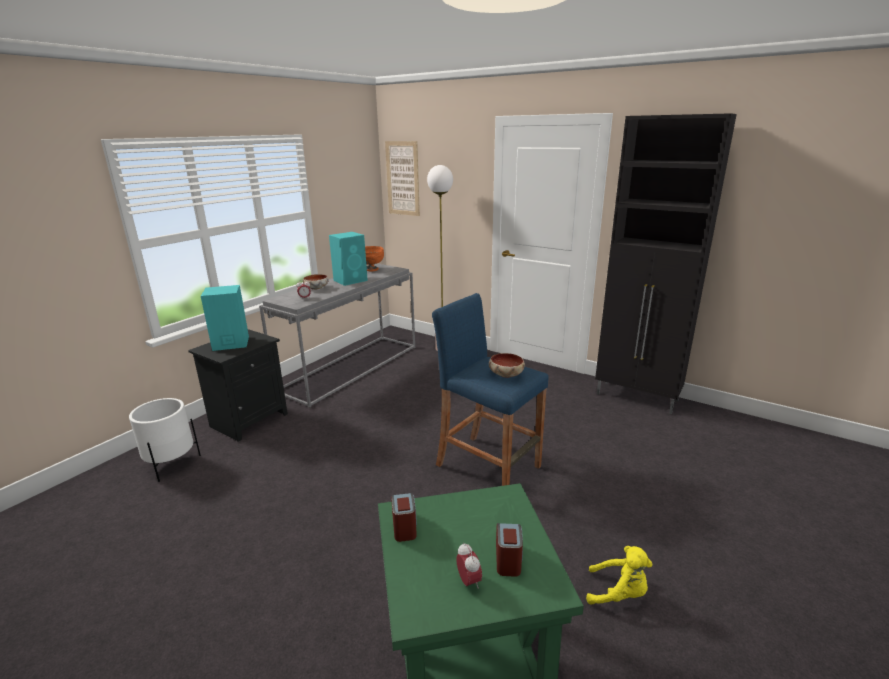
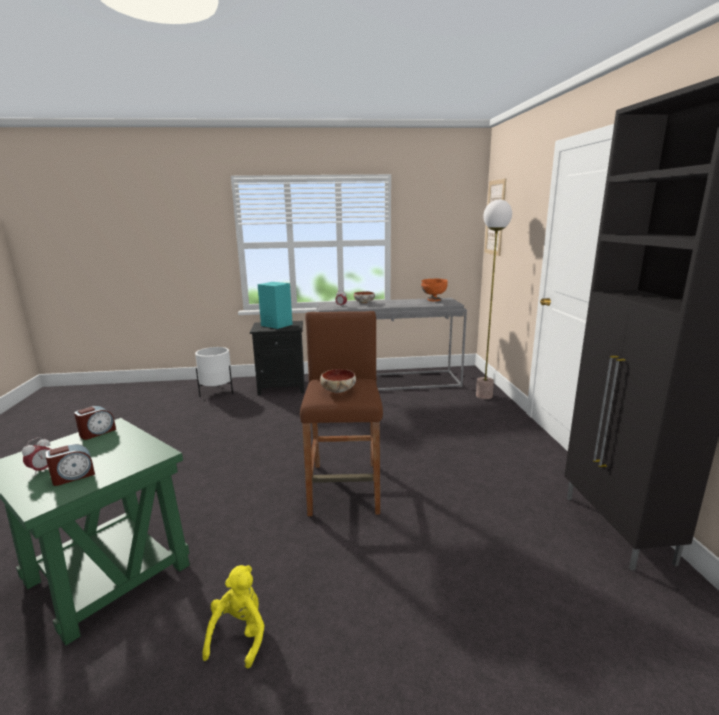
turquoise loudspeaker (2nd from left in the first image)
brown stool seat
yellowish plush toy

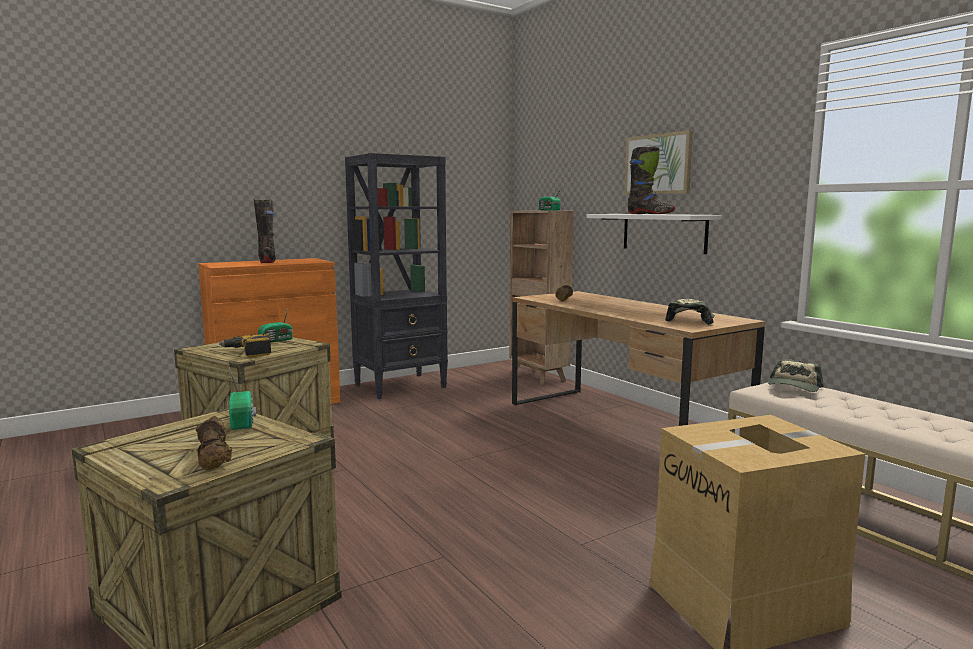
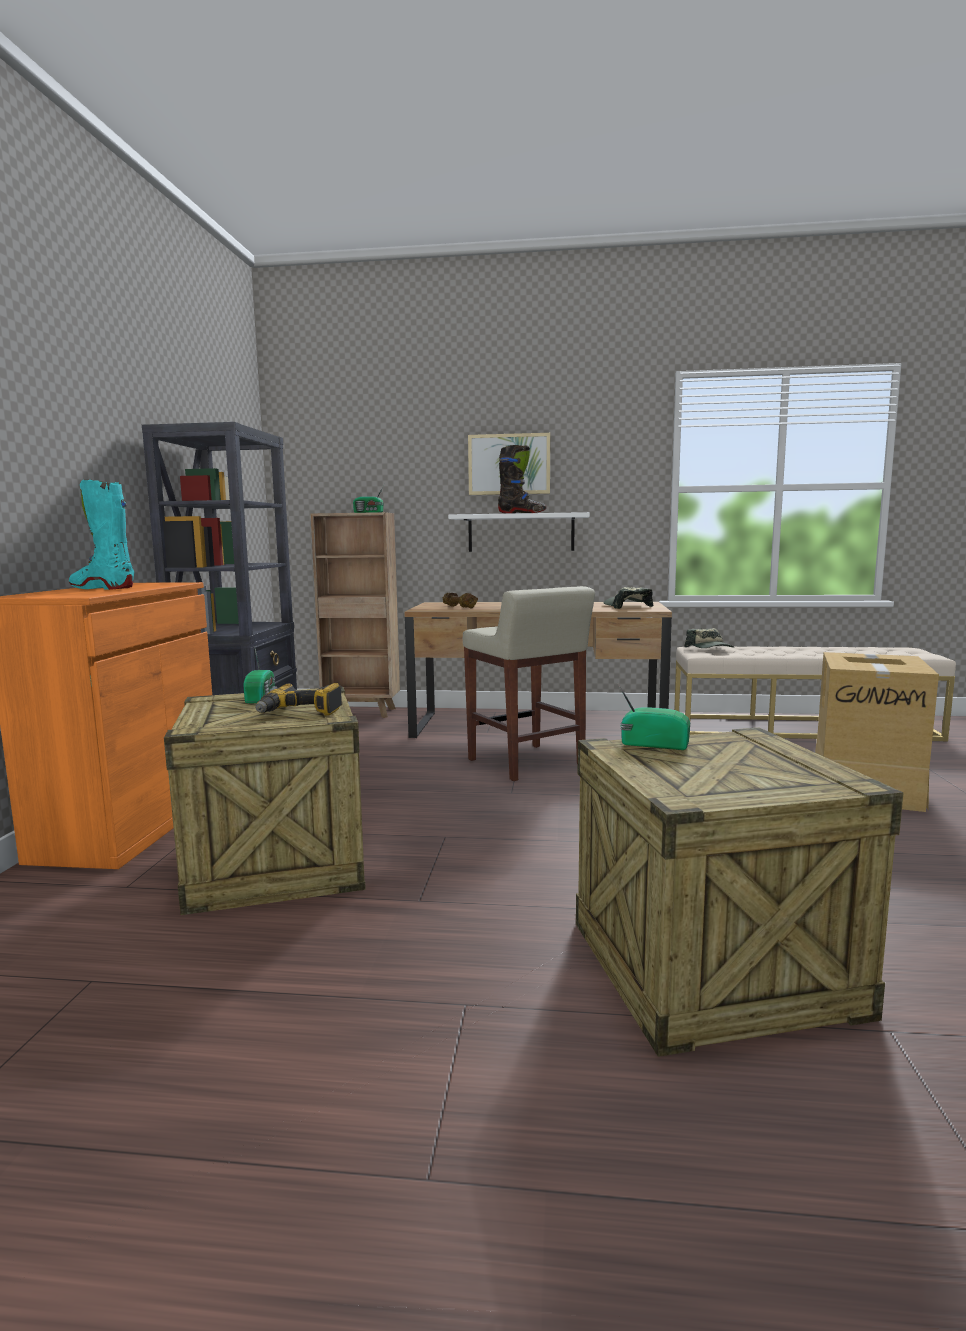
brown hand weight (1st from left in the first image)
turquoise high-top boot
beige stool seat

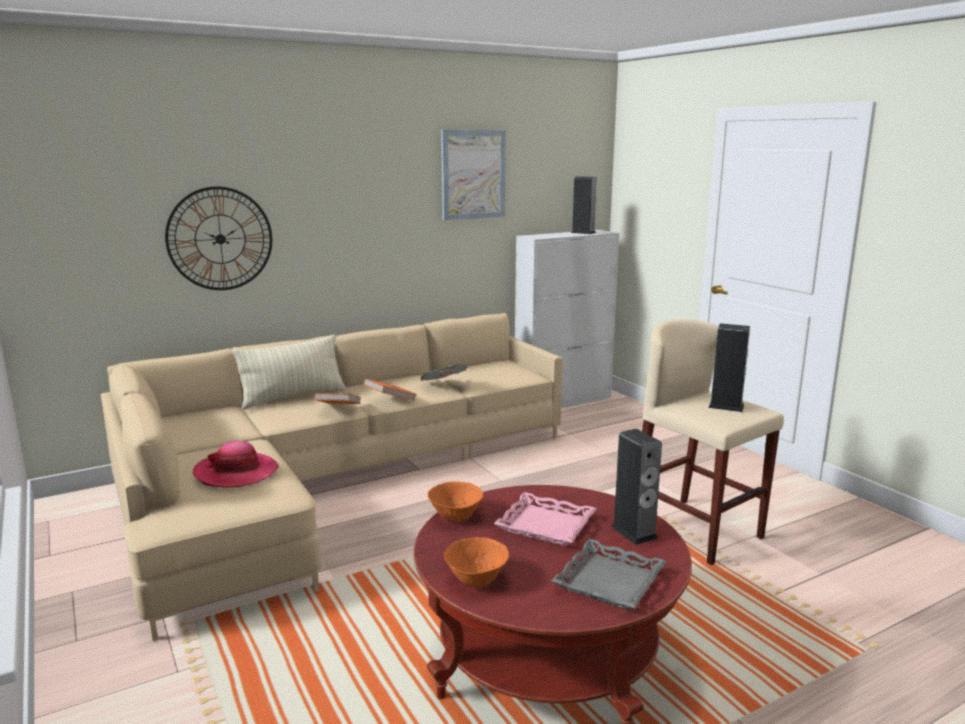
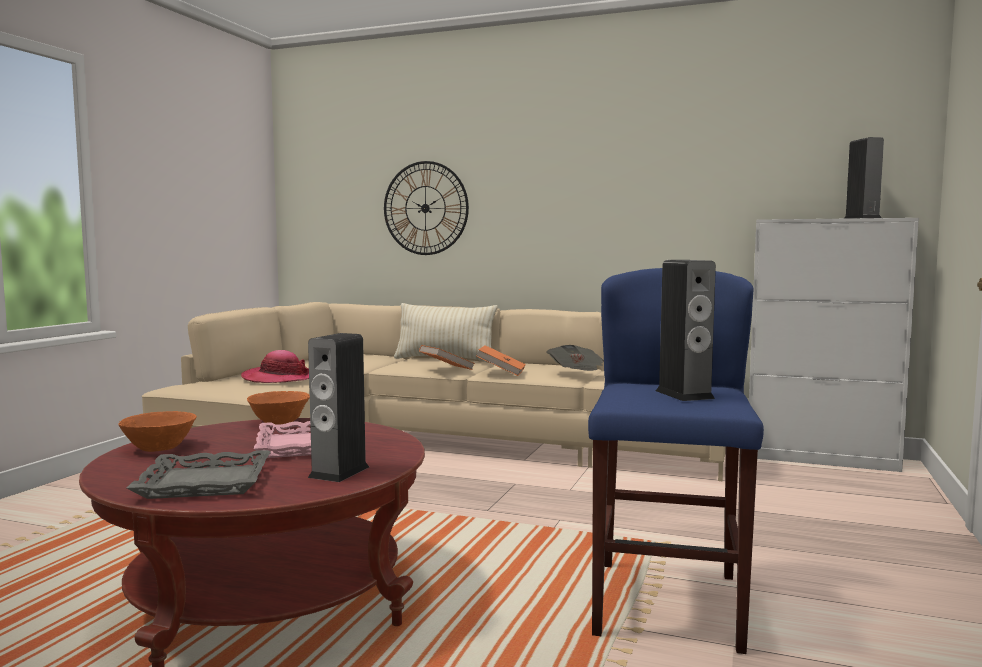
wall art
blue stool seat

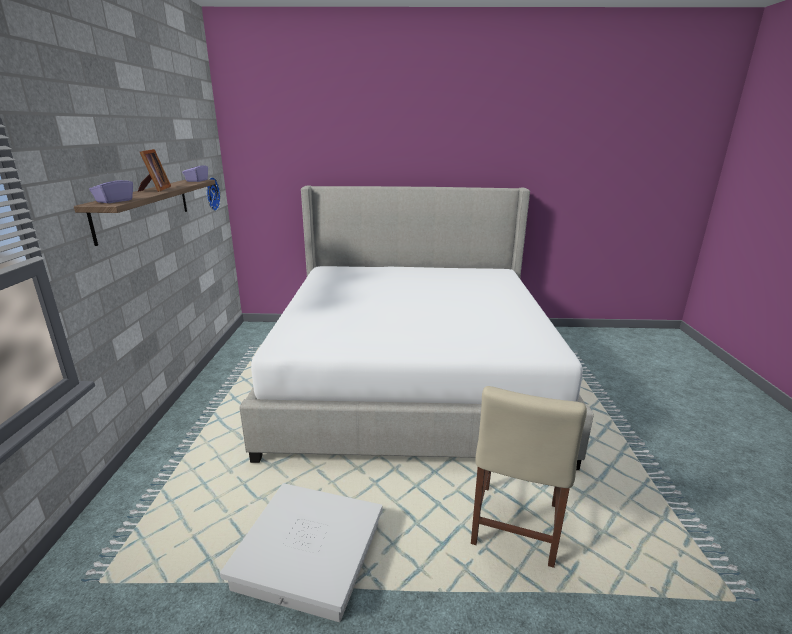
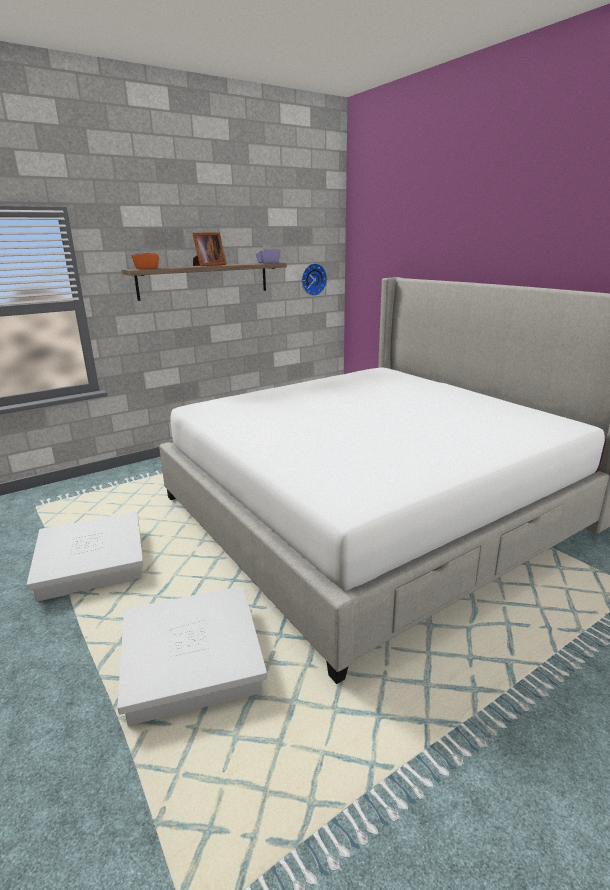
orangey tissue box
white storage box (2nd from left)

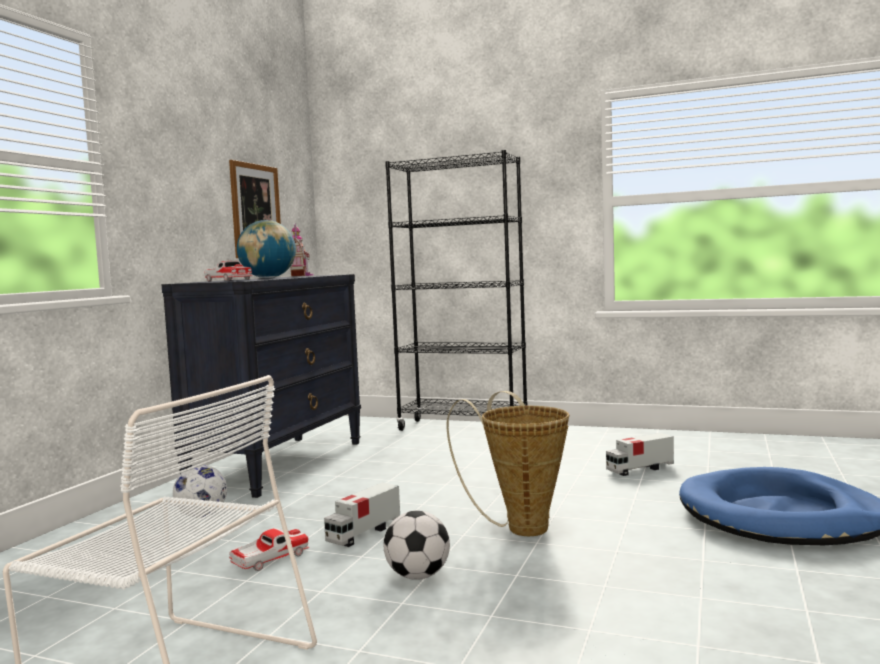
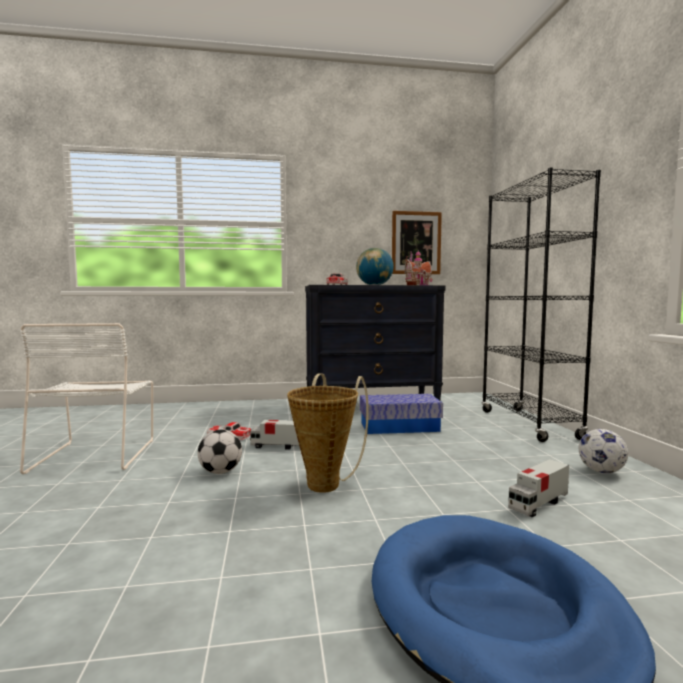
football (2nd from left)
model truck (2nd from left)
storage box

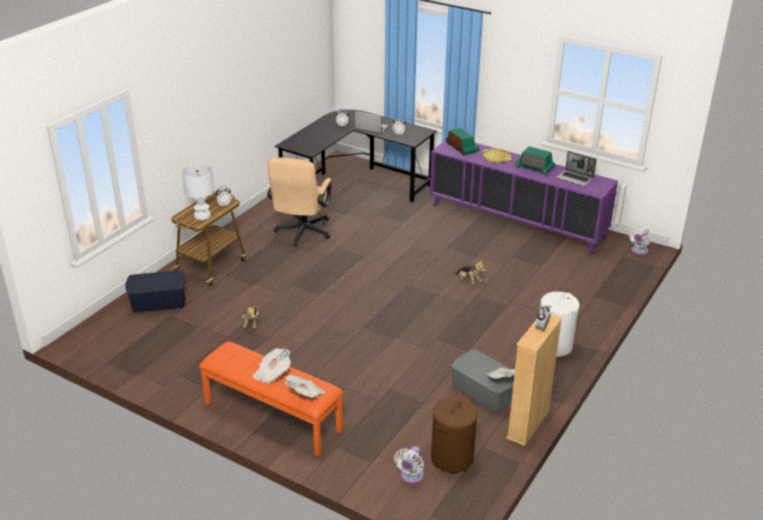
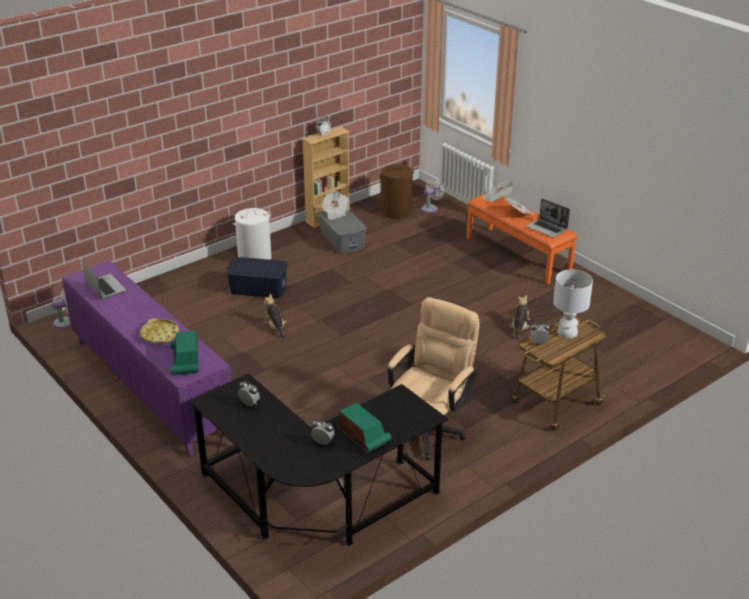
blue storage box
laptop (2nd from left)
radio (2nd from left)

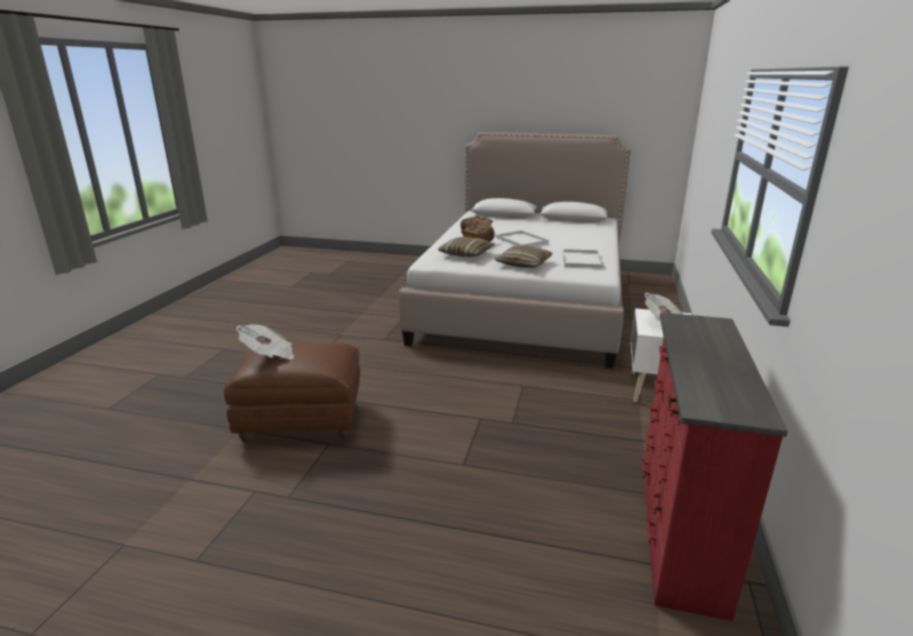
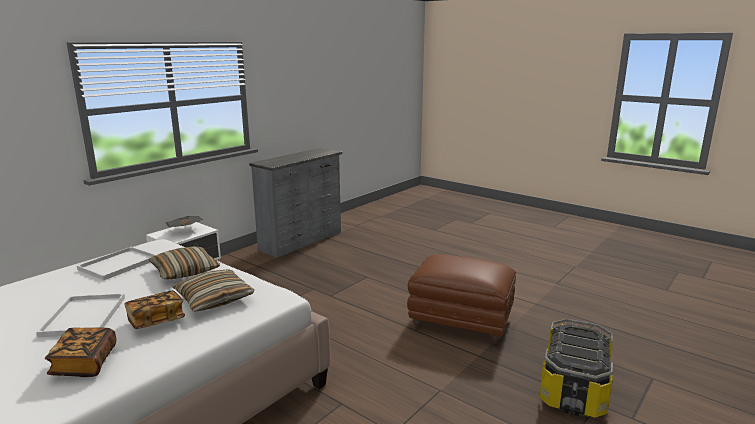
daily paper (1st from left in the first image)
gray chest of drawers
storage box

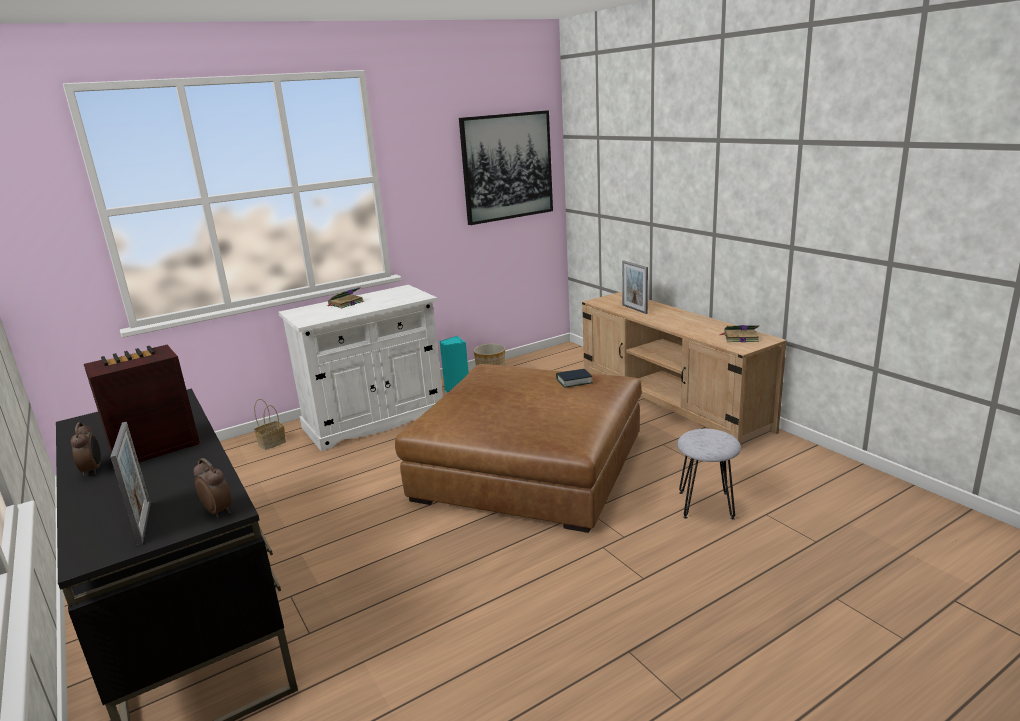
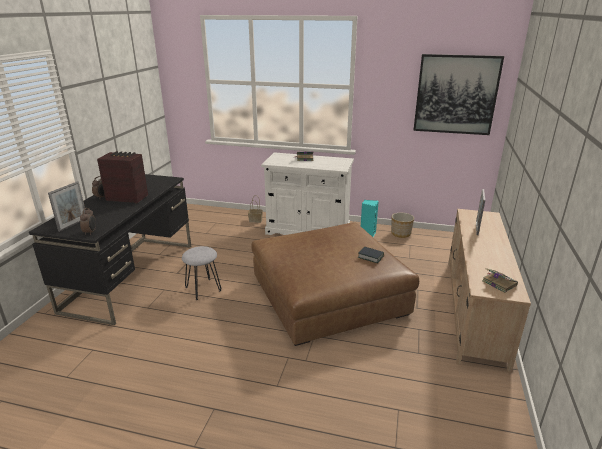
gray stool seat

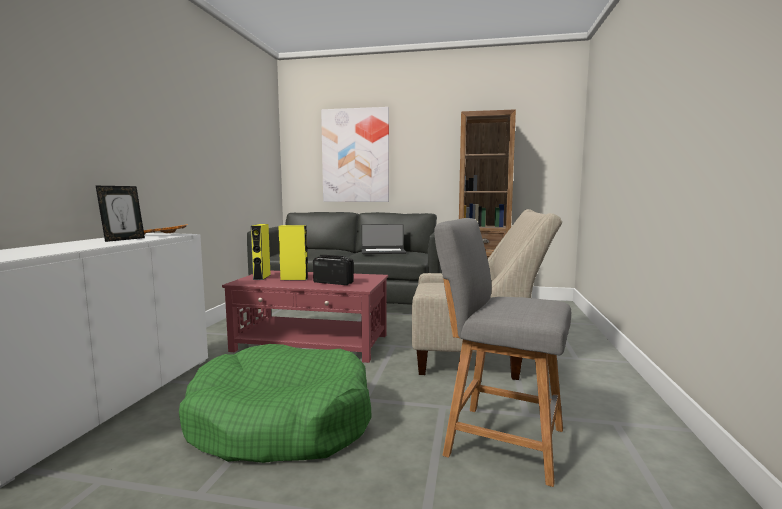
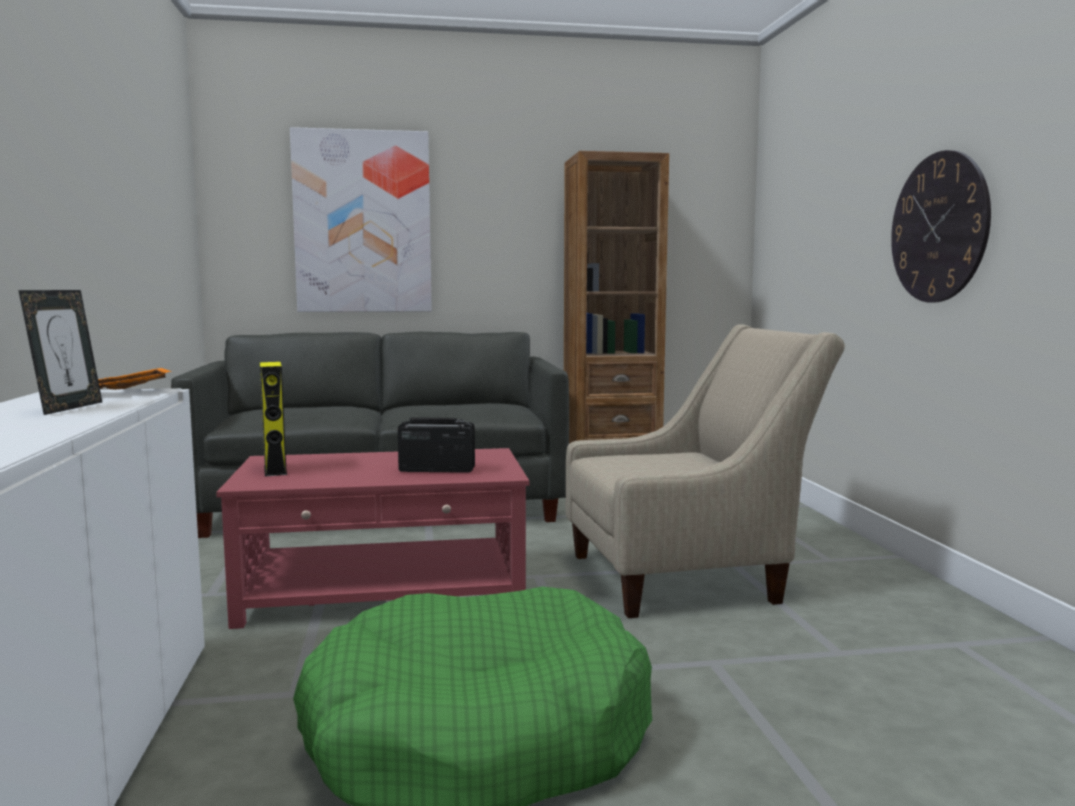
yellowish loudspeaker (2nd from left in the first image)
laptop
gray stool seat
wall clock

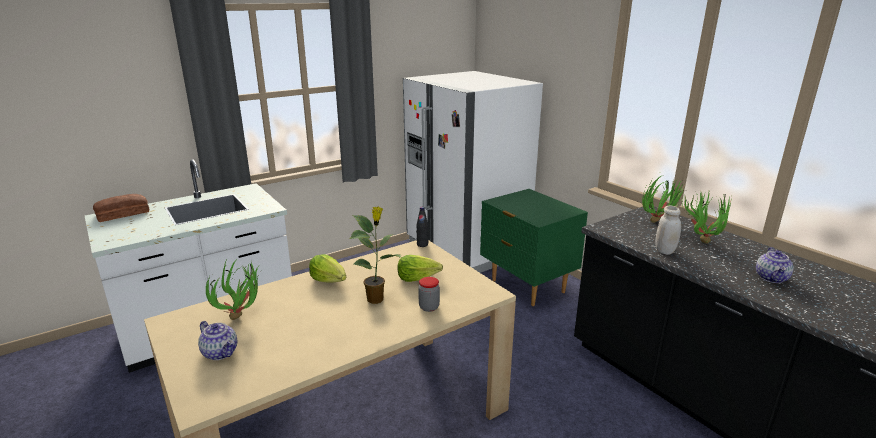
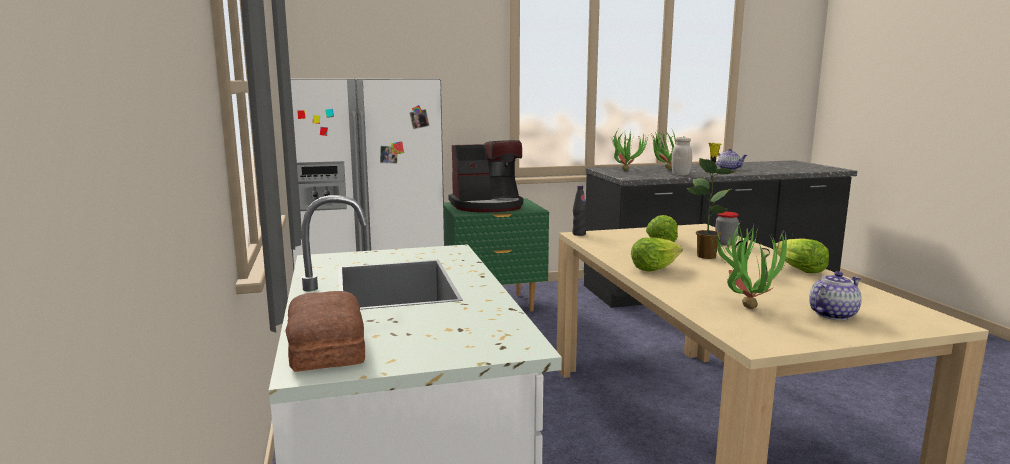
coffee maker
lettuce head (3rd from left)

